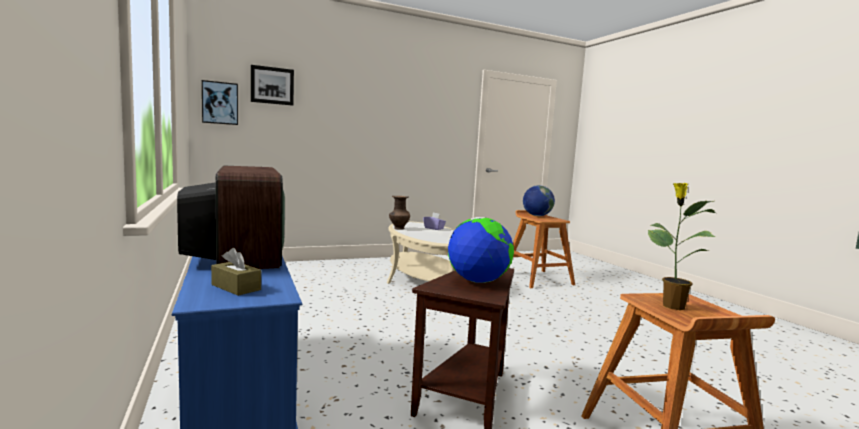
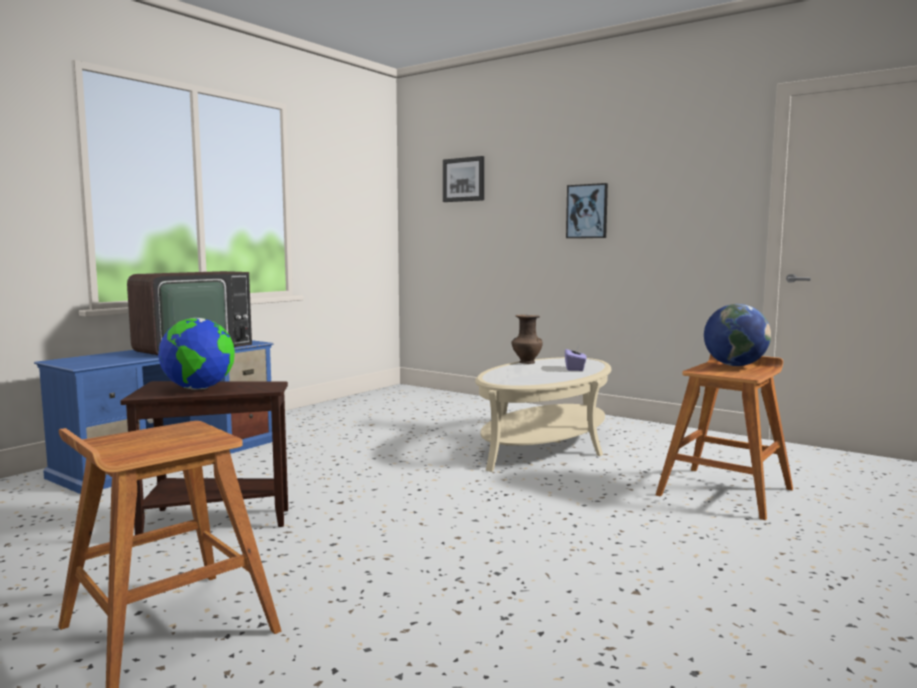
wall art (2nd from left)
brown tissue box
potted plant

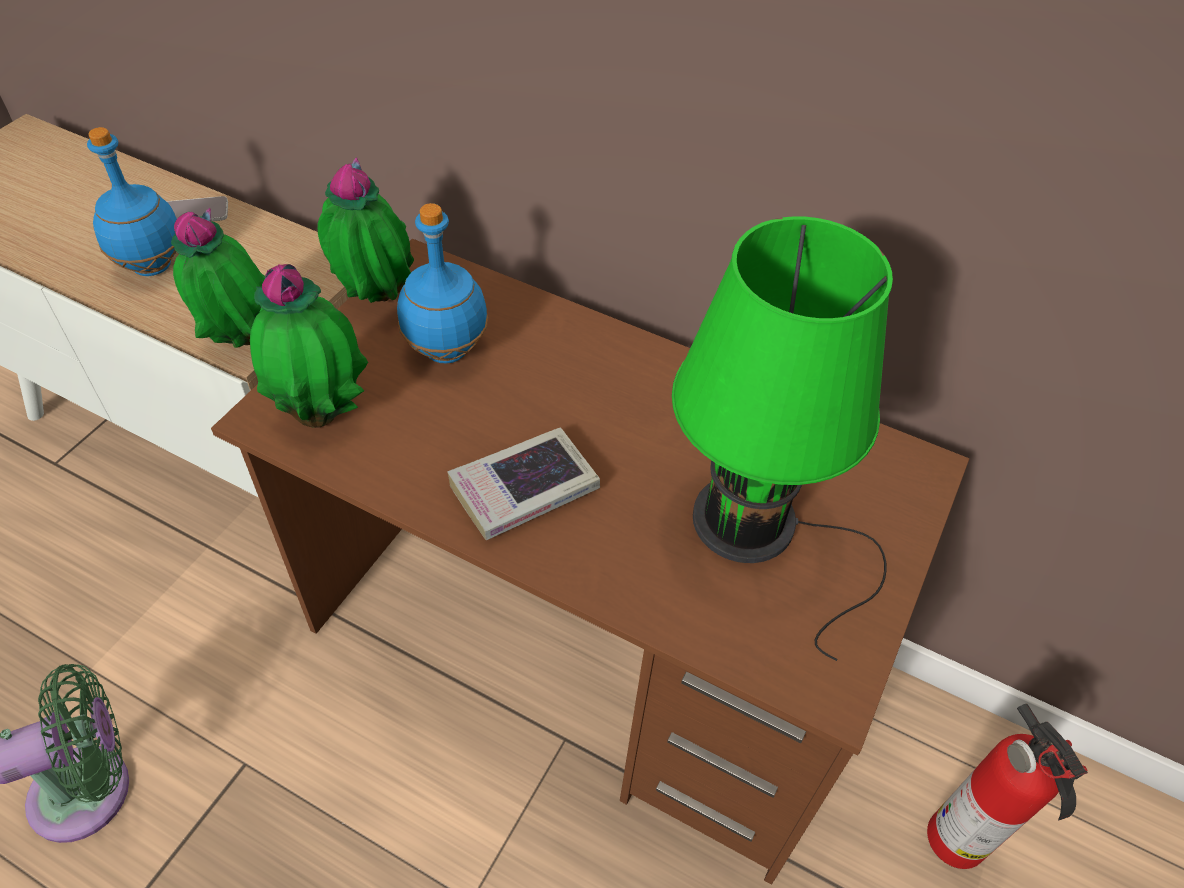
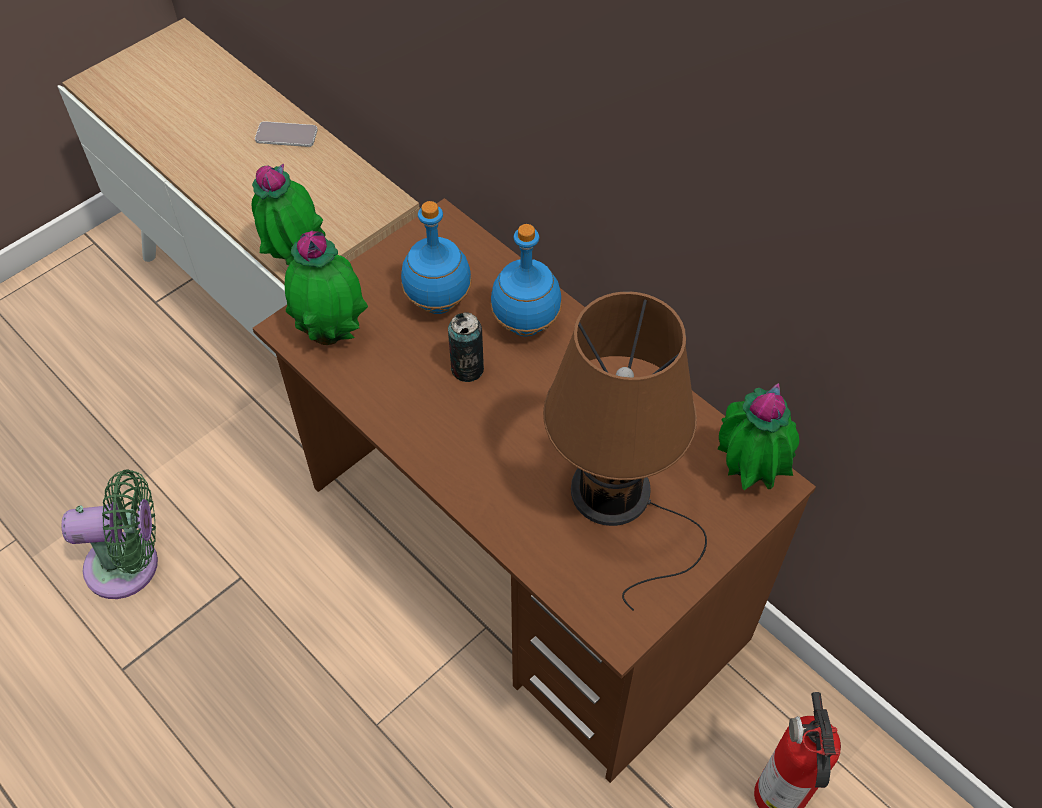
blue drink bottle (2nd from left)
potted plant (3rd from left)
bound book
brown tabletop lamp
can

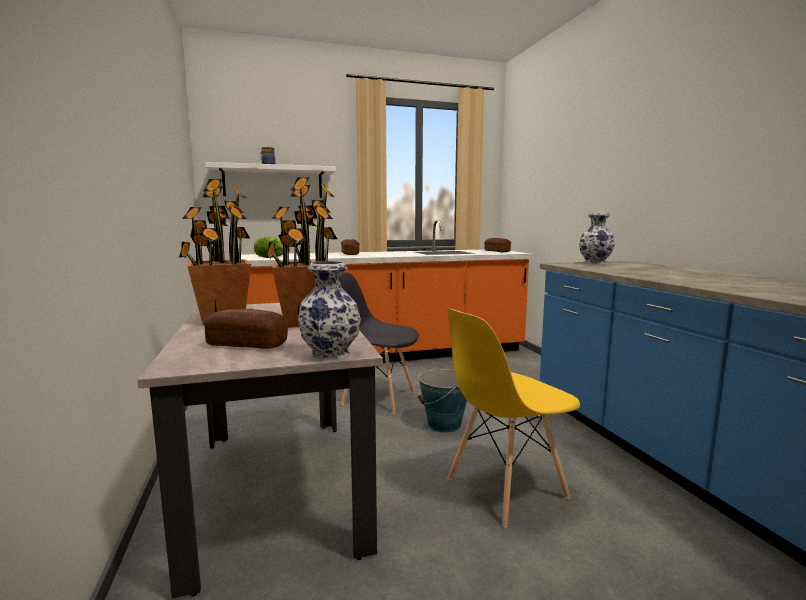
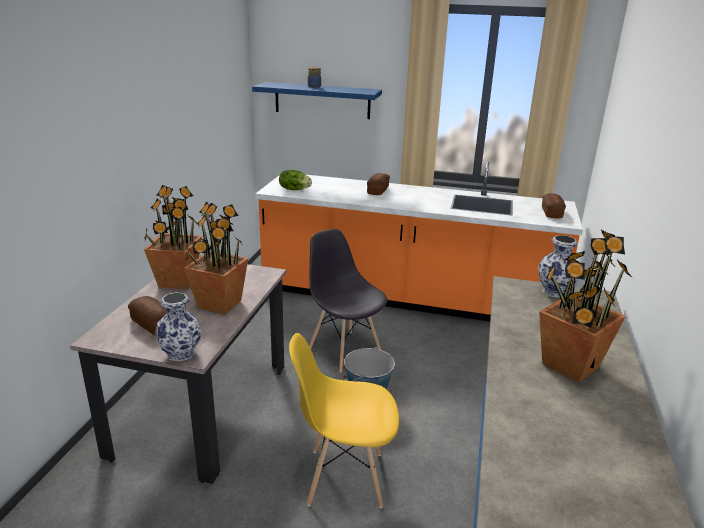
blue shelf
potted plant (3rd from left)

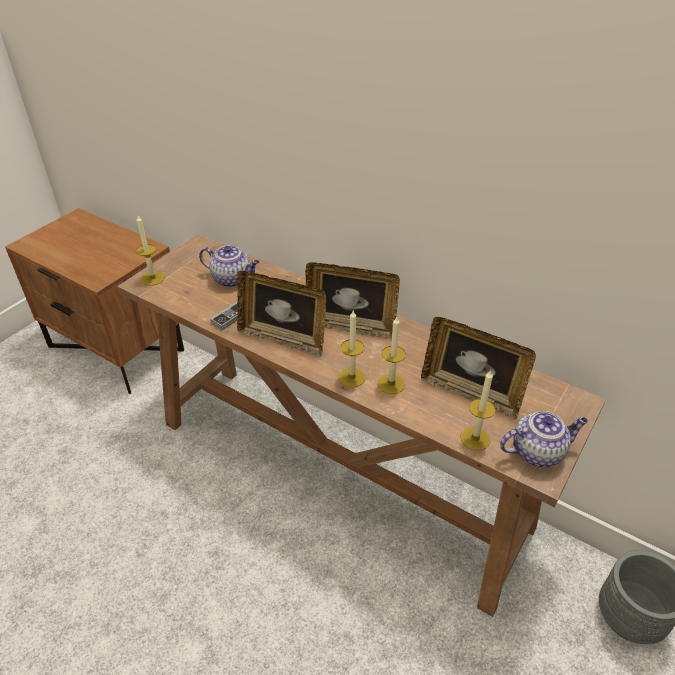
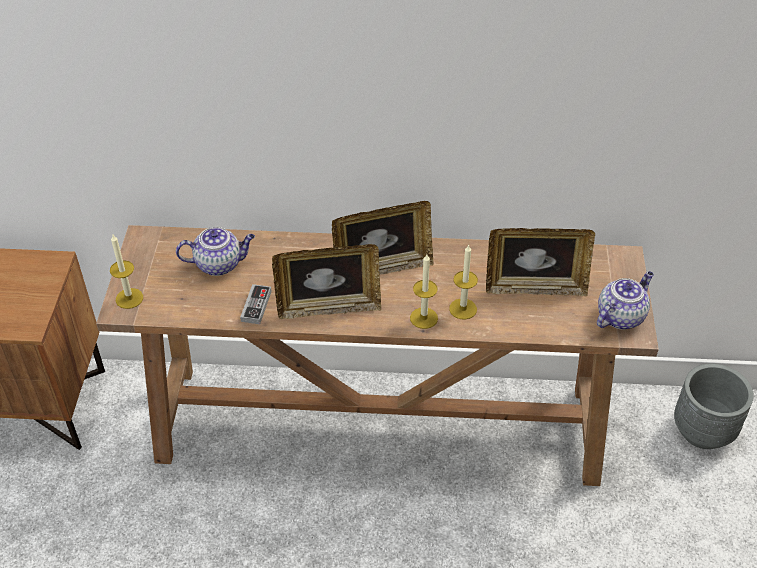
wax candle (4th from left in the first image)

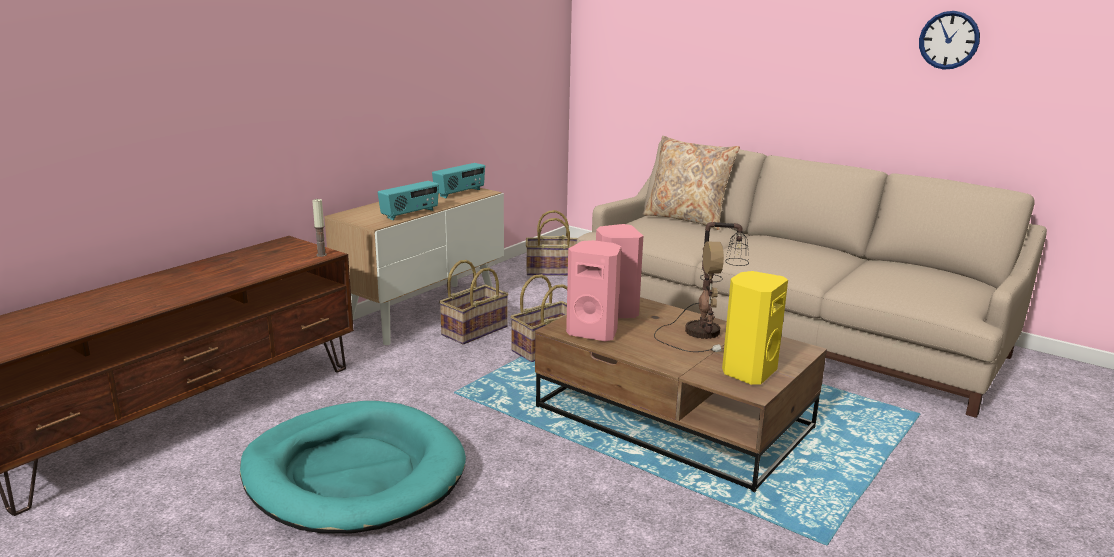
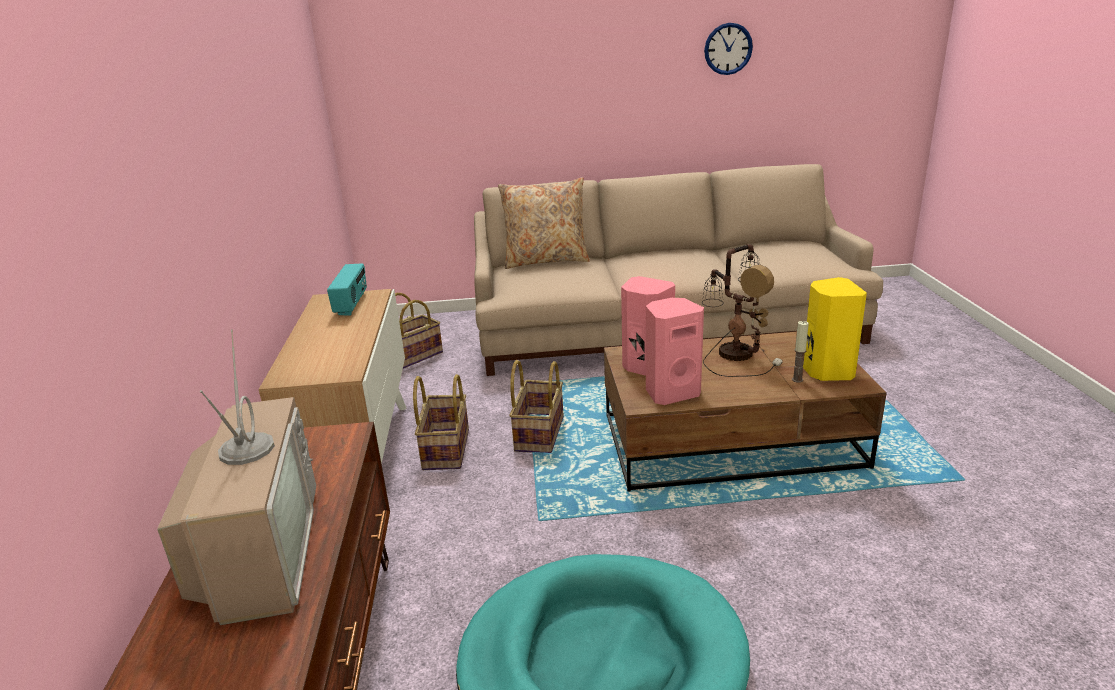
wax candle
radio (1st from left in the first image)
TV set

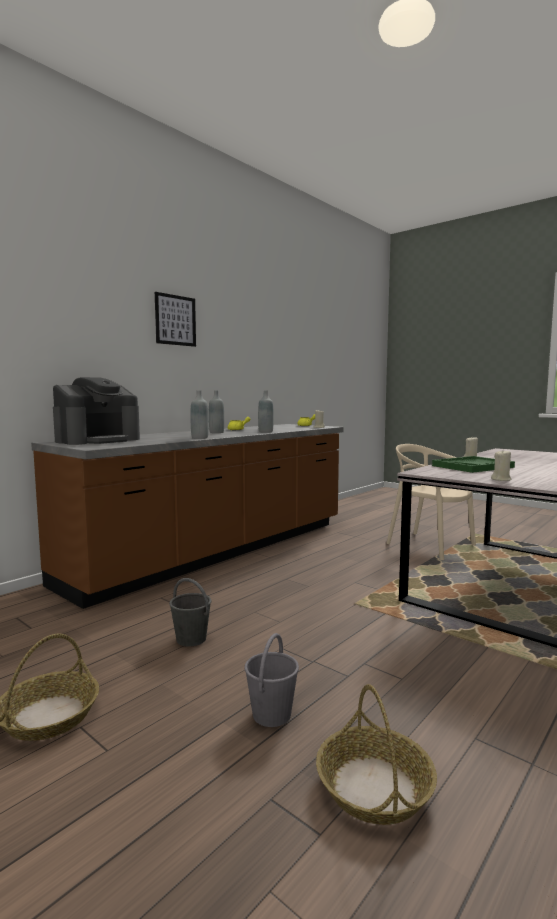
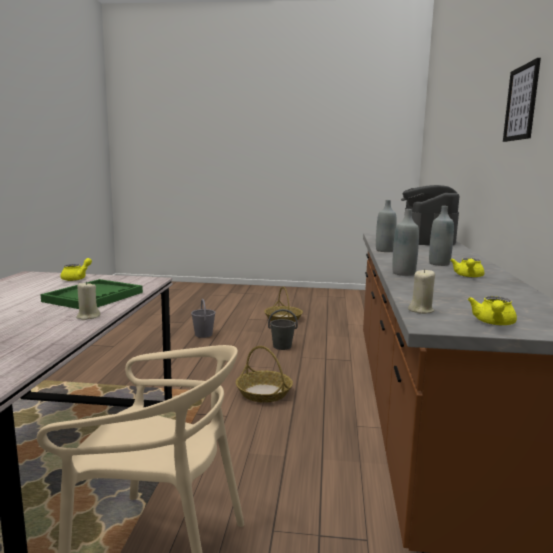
household basket (1st from left)
yellowish pot for tea (1st from left)

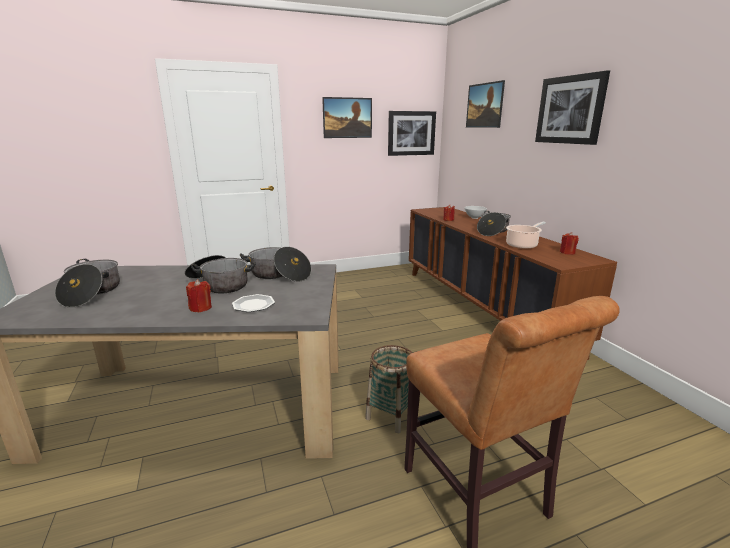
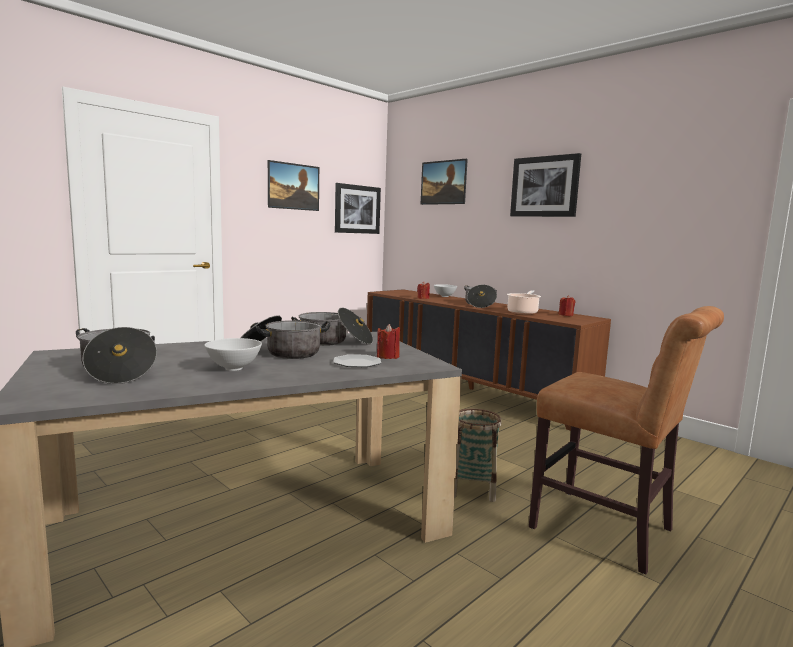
red-coloured wax candle (1st from left)
white deep dish (1st from left)

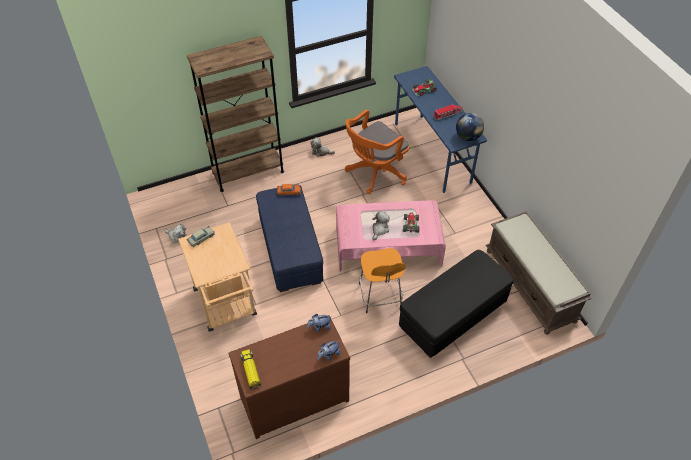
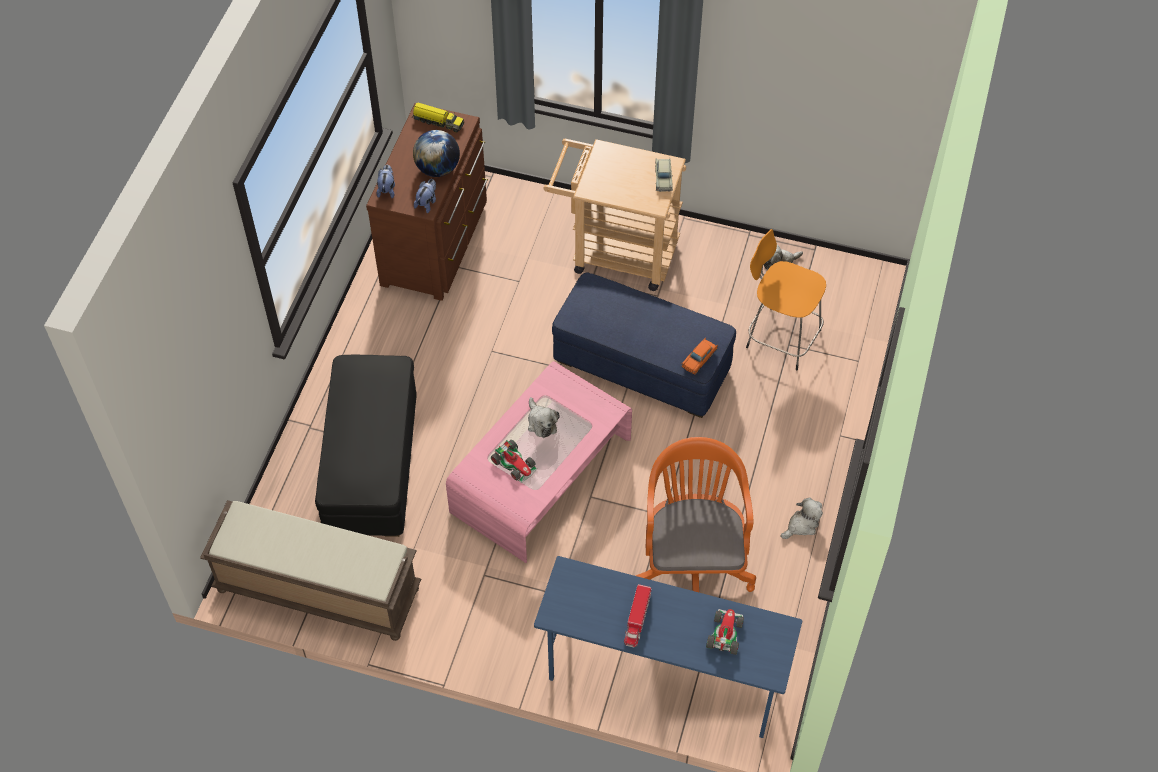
brown bookshelf
orangey stool seat
globe

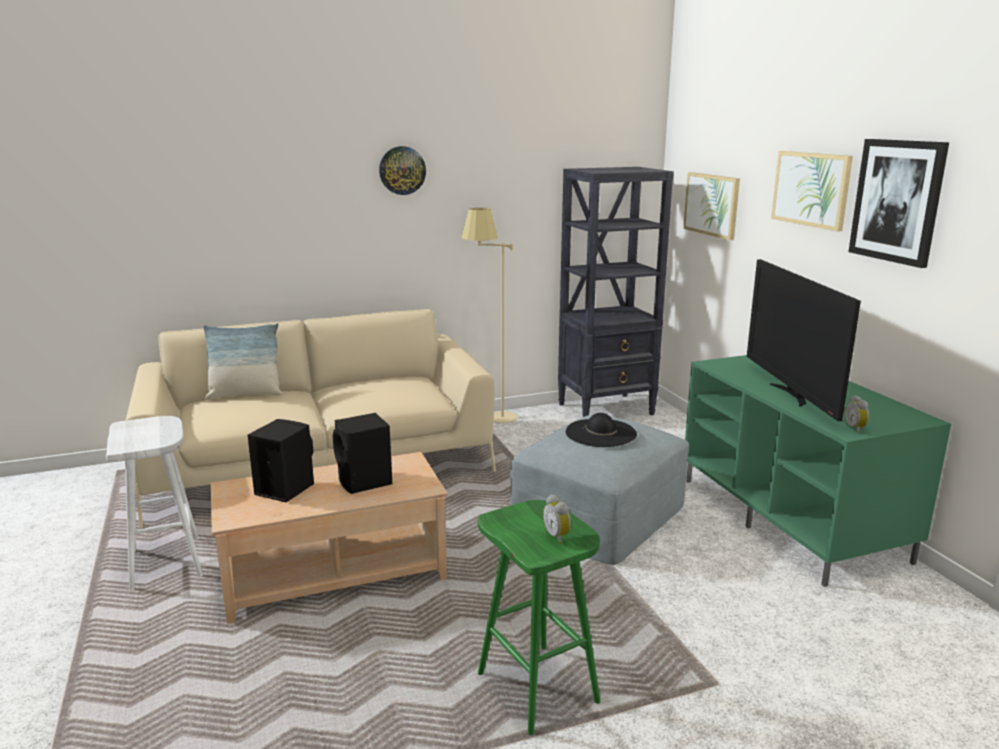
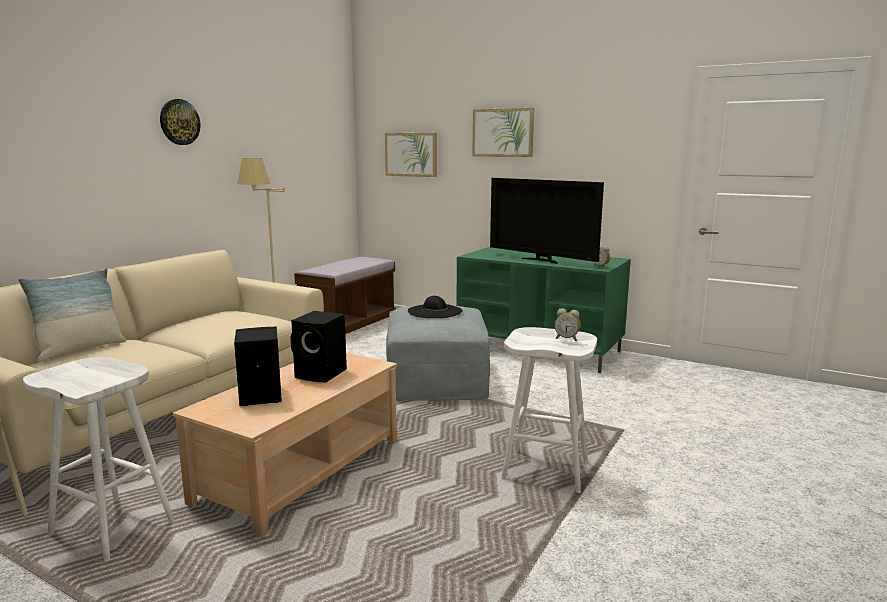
white stool seat (2nd from left)
brown bench
wall art (3rd from left in the first image)

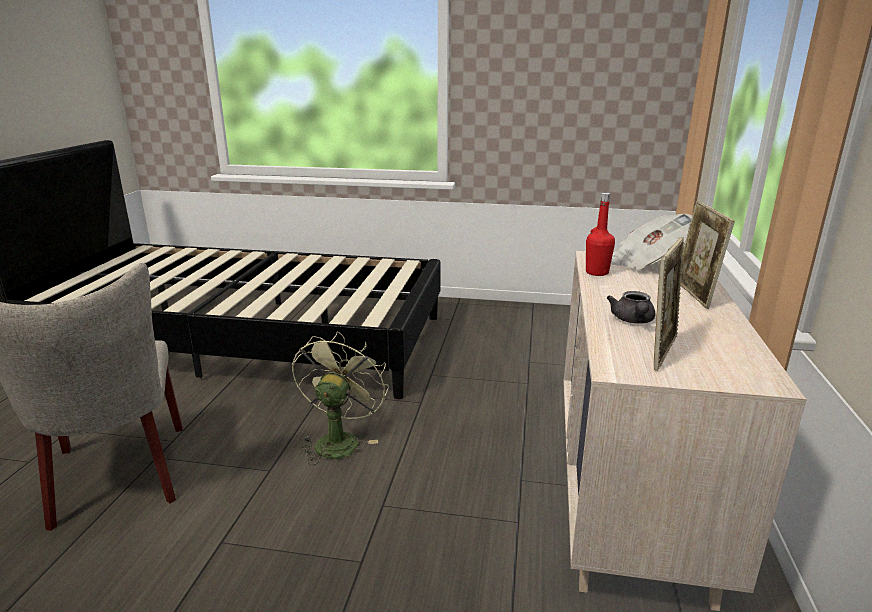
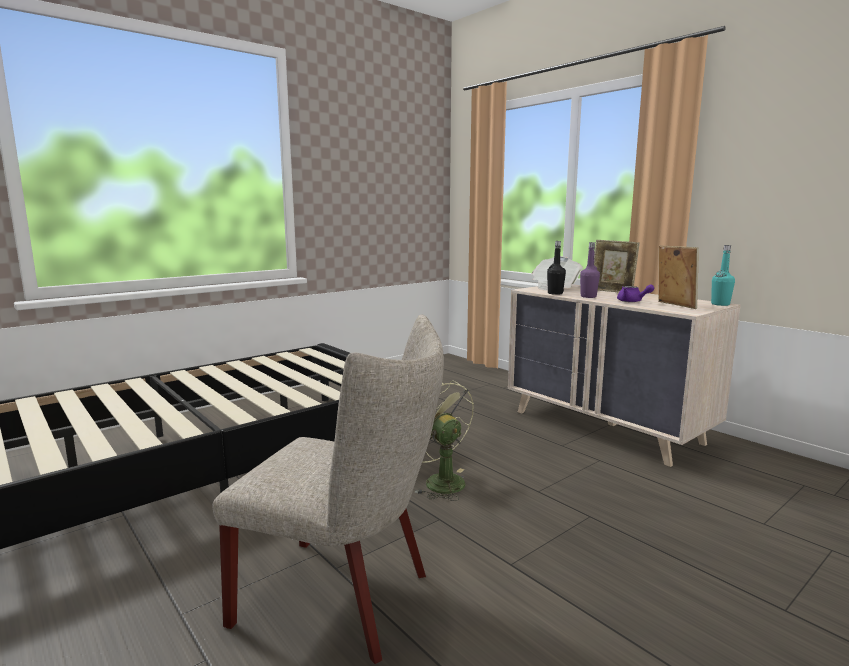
black-coloured drink bottle
purplish pot for tea
purplish drink bottle
turquoise drink bottle

